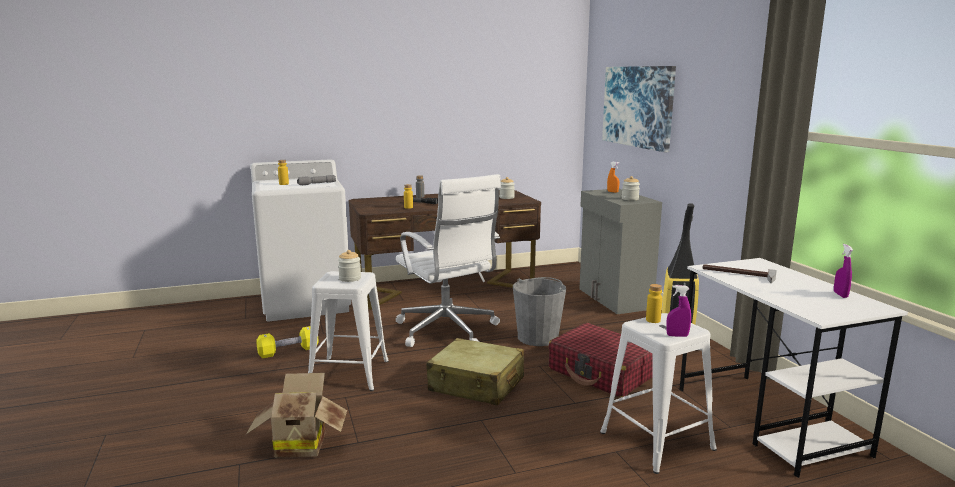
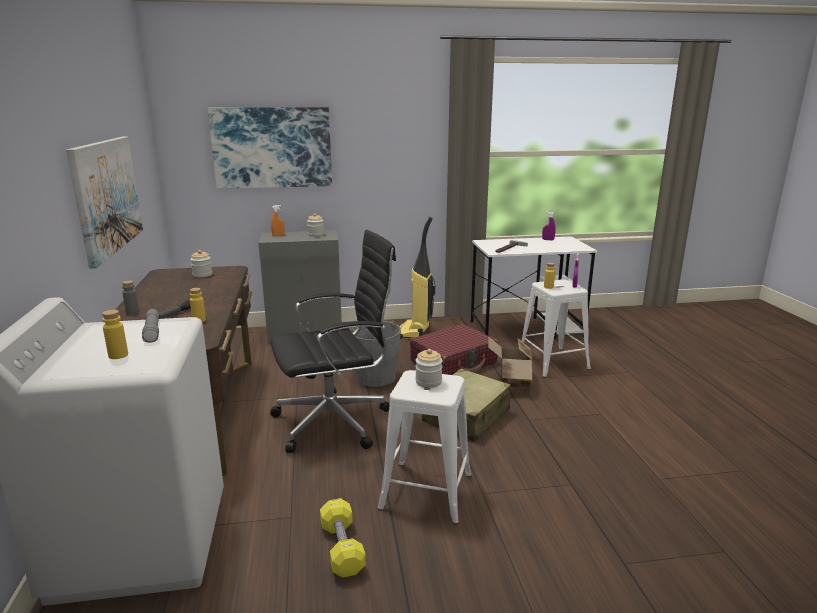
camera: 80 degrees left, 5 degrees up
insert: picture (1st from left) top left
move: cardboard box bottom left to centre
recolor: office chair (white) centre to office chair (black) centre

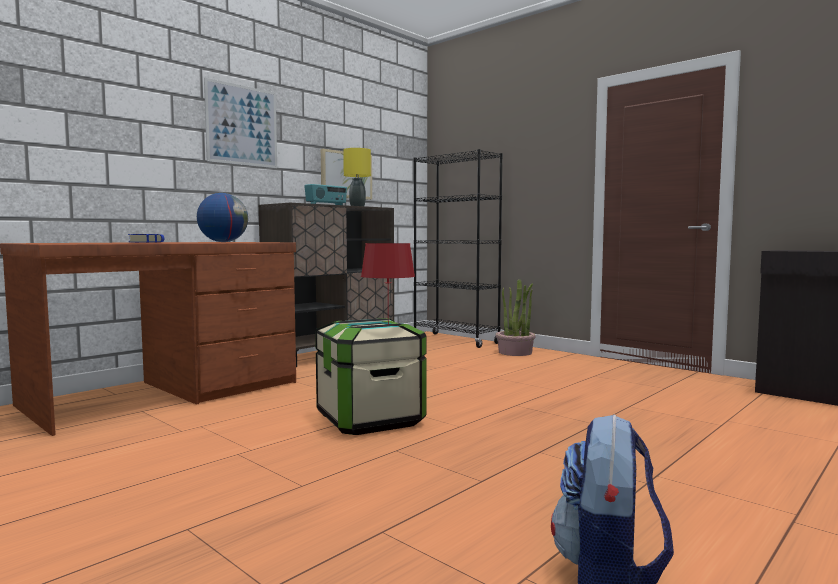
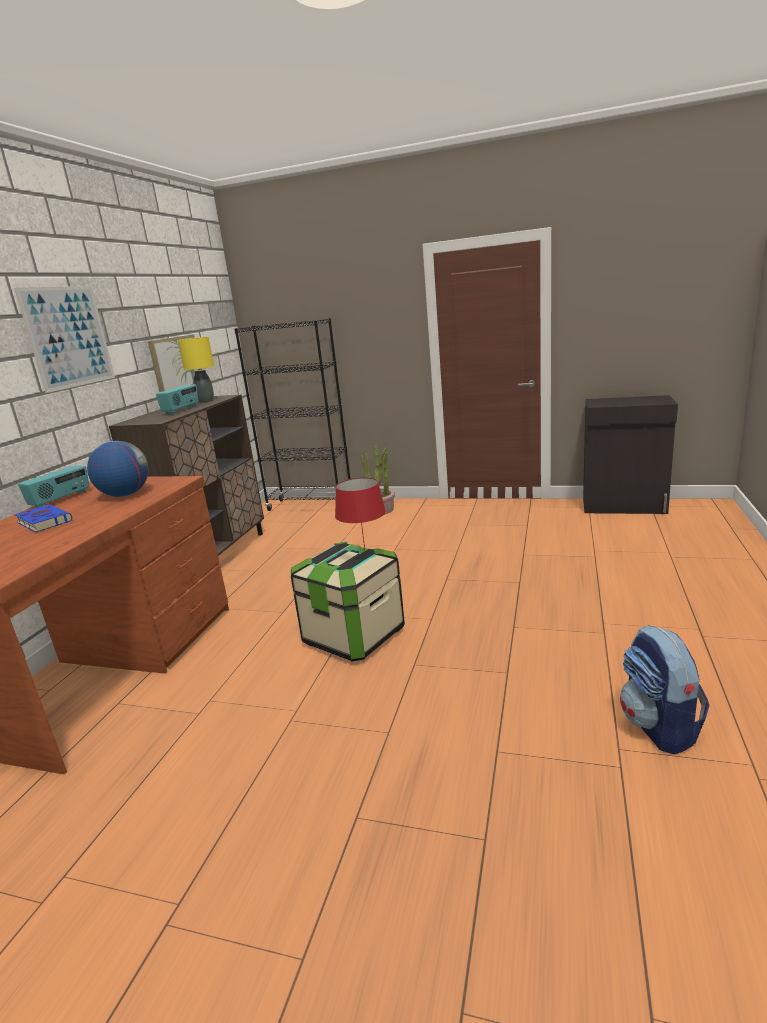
camera: 25 degrees left, 15 degrees up
insert: radio (1st from left) middle left

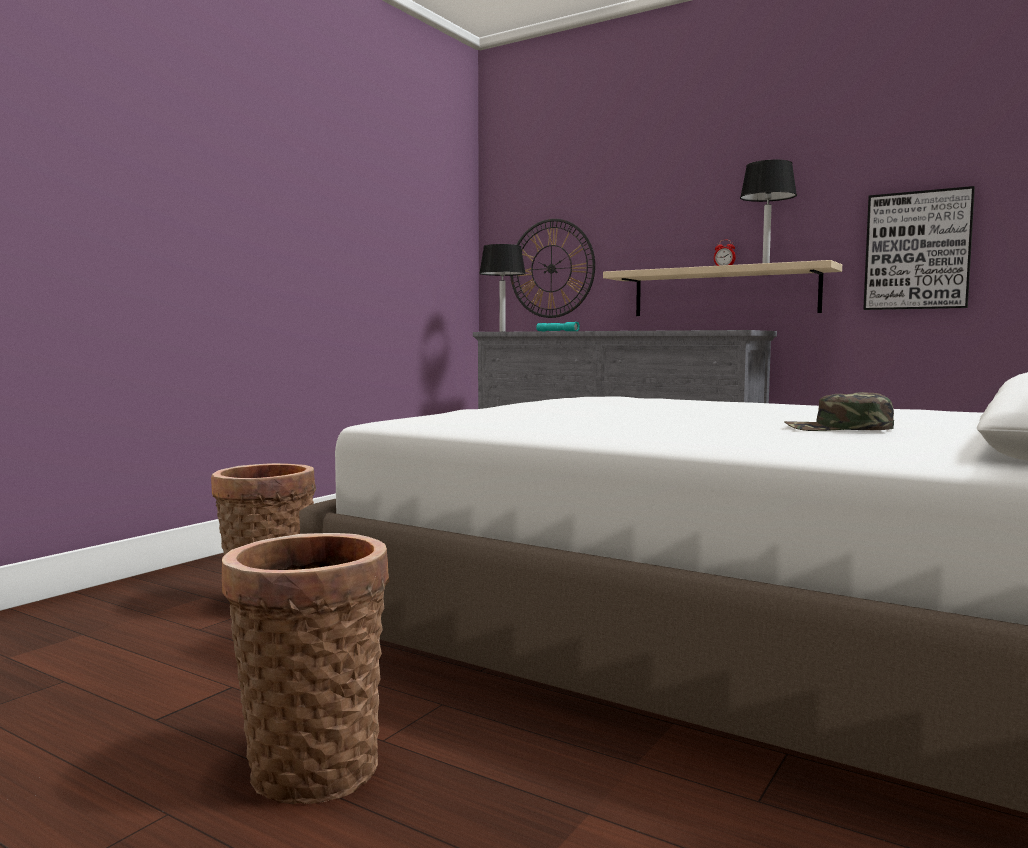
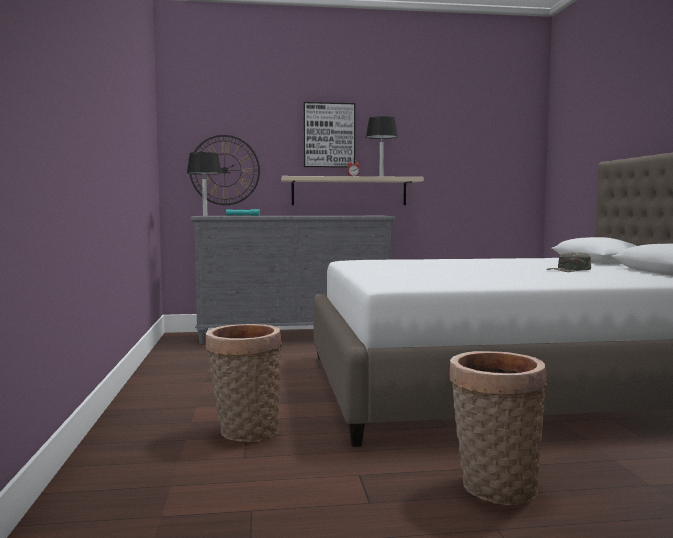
camera: 40 degrees left, 0 degrees up
move: picture top right to top centre

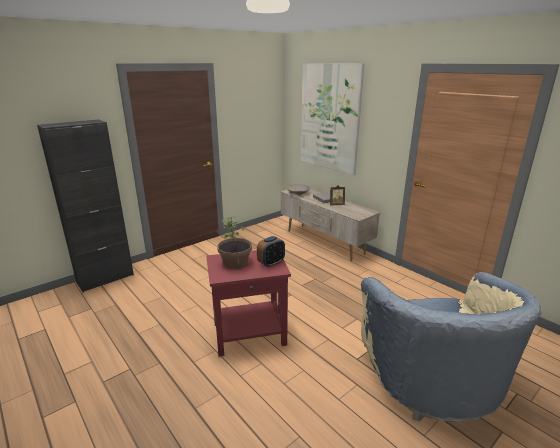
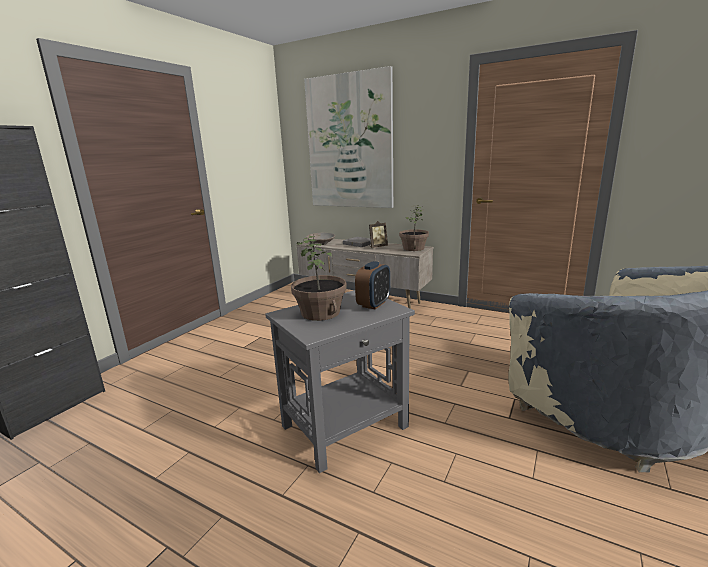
camera: 20 degrees left, 5 degrees down
insert: potted plant (2nd from left) centre
recolor: side table (red) bottom centre to side table (grey) bottom centre

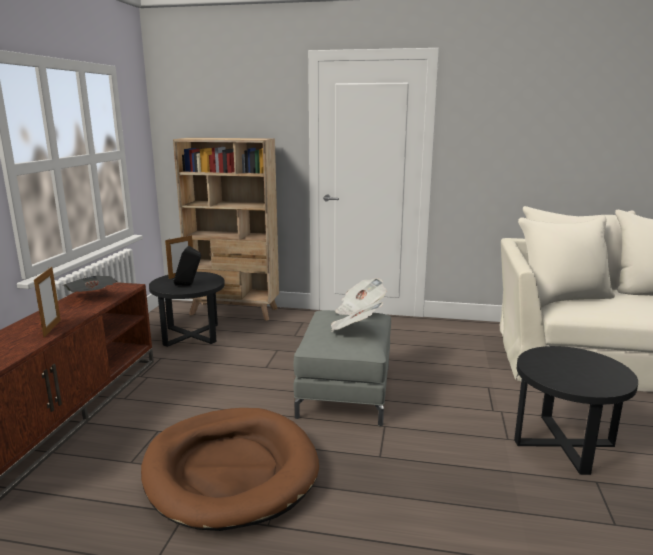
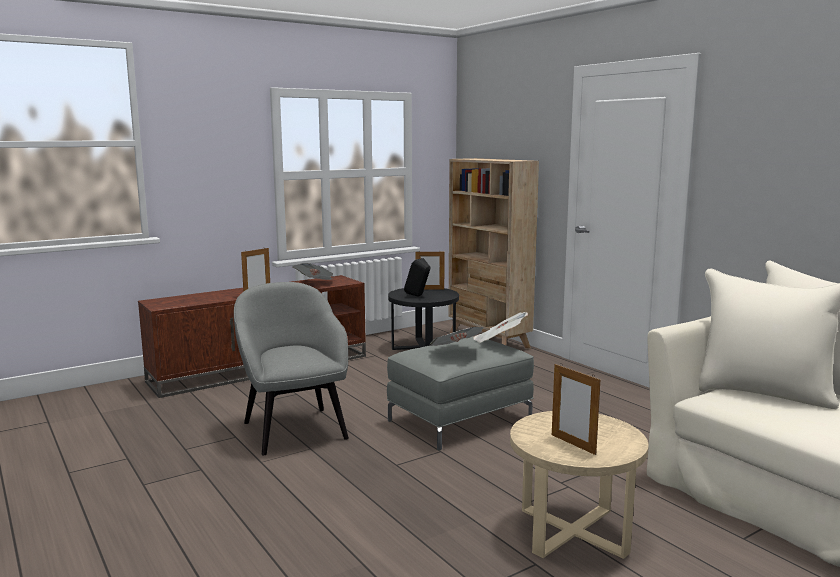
camera: 45 degrees right, 5 degrees down
insert: picture frame (3rd from left) bottom right
replace: dog bed (brown) bottom centre to armchair (grey) centre
recolor: side table (black) (2nd from left) bottom right to side table (beige) bottom right

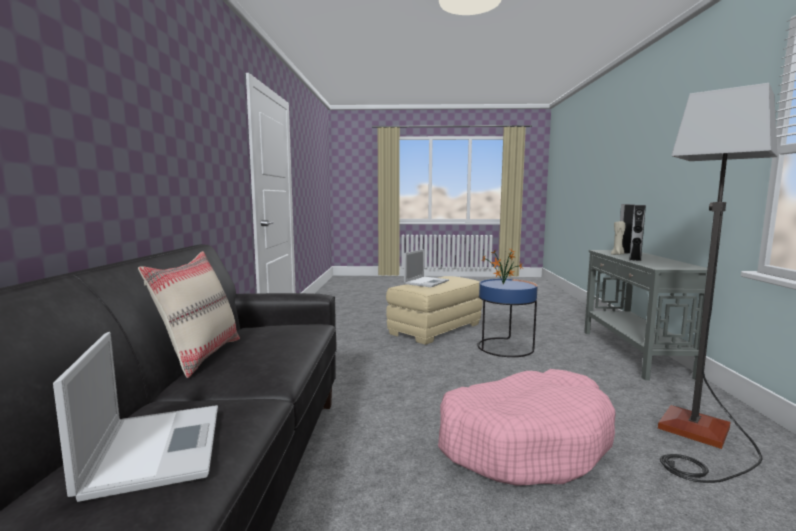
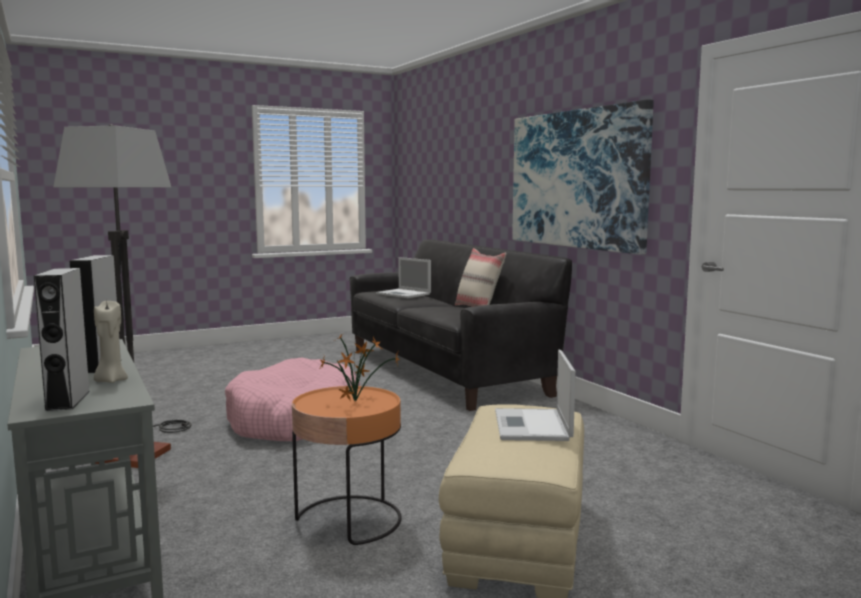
camera: 150 degrees right, 0 degrees up
insert: picture top right
recolor: side table (blue) centre to side table (orange) bottom centre

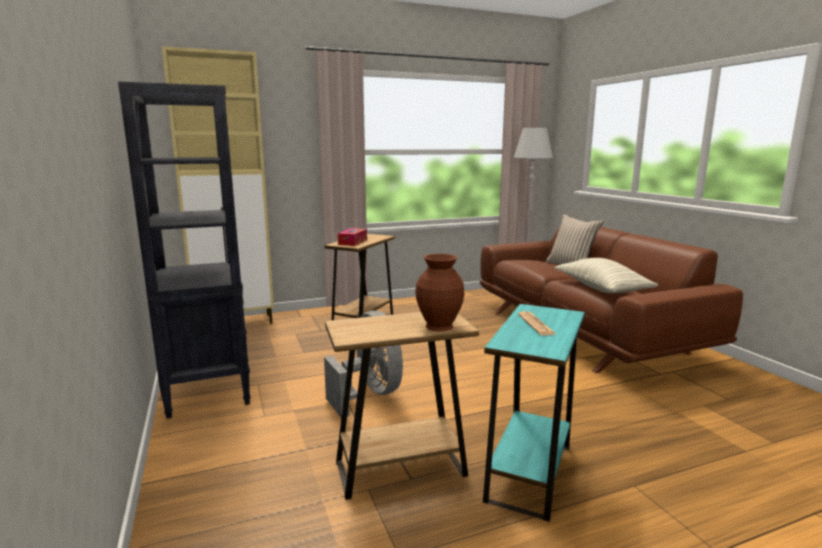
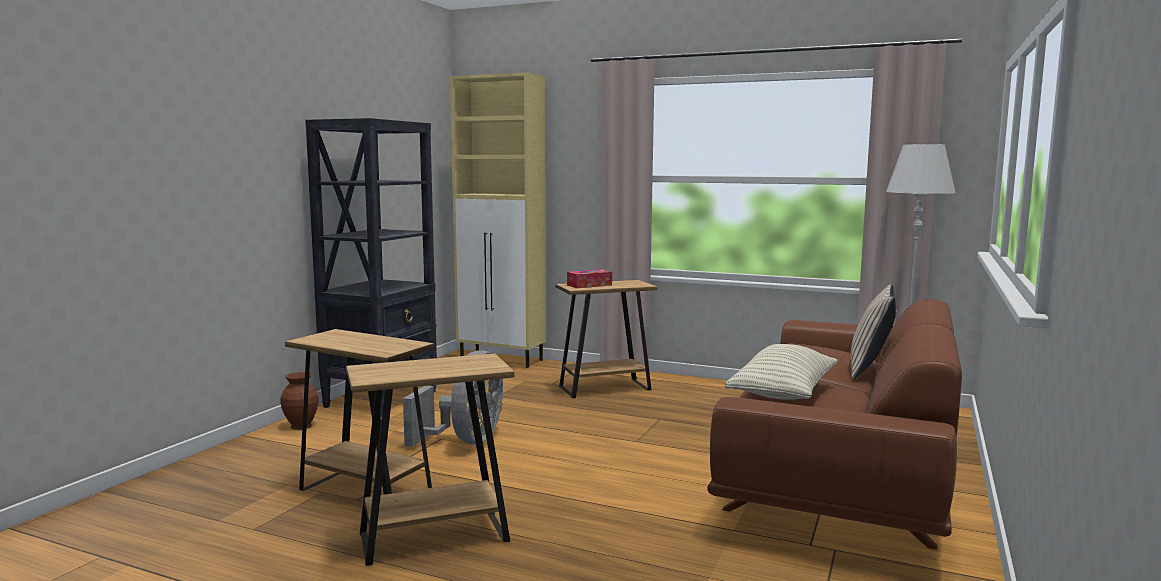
camera: 45 degrees right, 5 degrees down
delete: newspaper centre
move: vase (brown) centre to bottom left
recolor: side table (turquoise) bottom centre to side table (brown) (2nd from left) bottom centre

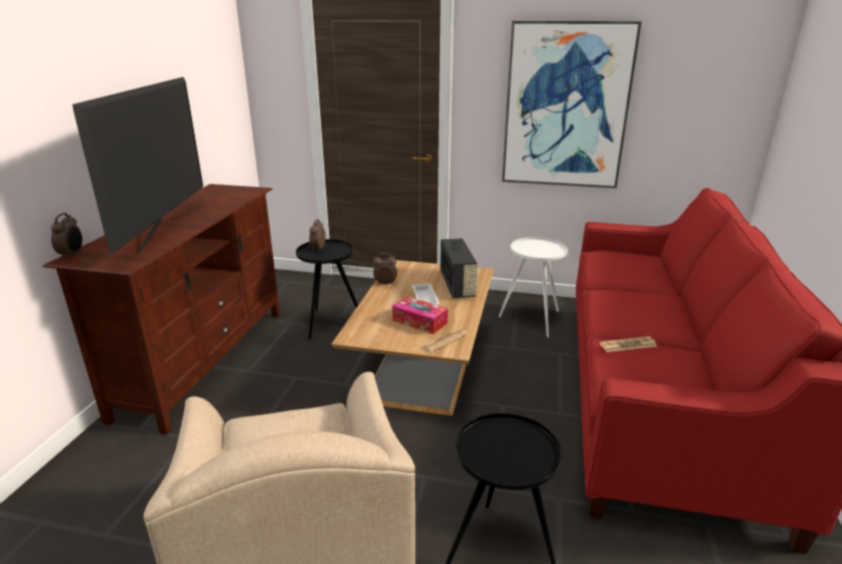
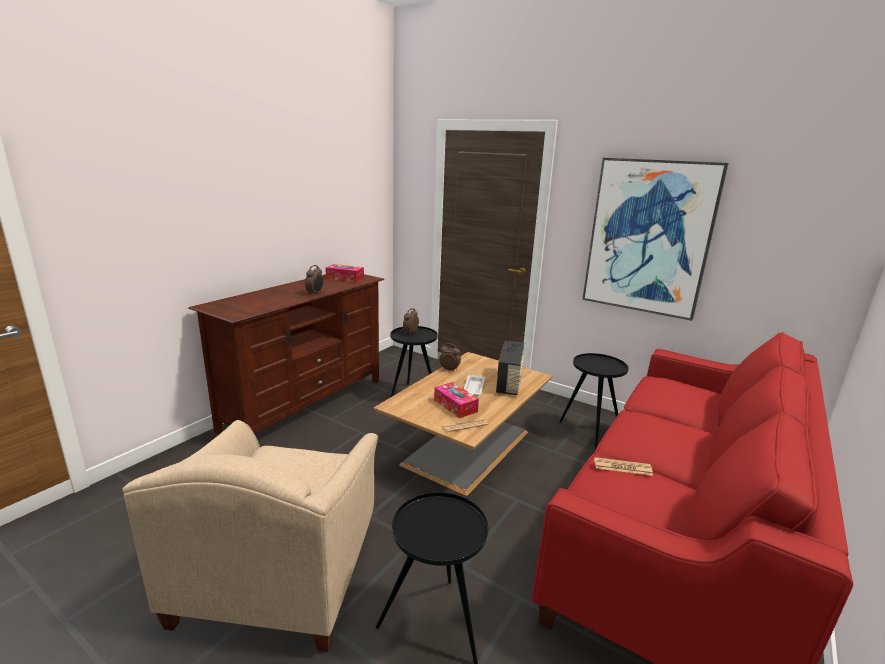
camera: 20 degrees right, 5 degrees down
delete: television top left
insert: tissue box (1st from left) centre
move: alarm clock (1st from left) middle left to centre
recolor: side table (white) centre to side table (black) (3rd from left) middle right

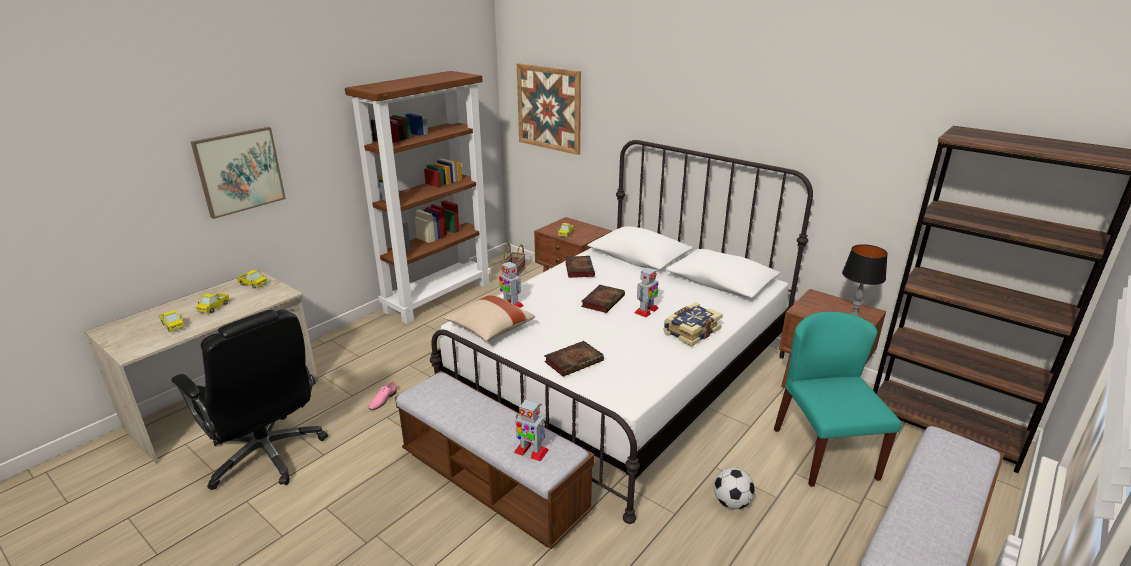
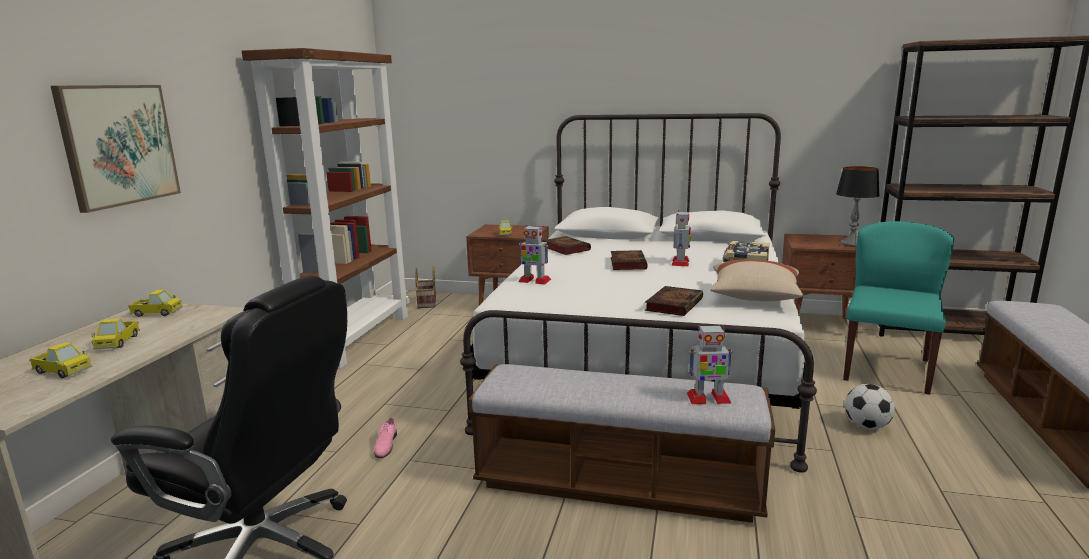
camera: 25 degrees left, 10 degrees down
delete: picture (2nd from left) top centre
move: pillow (beige) centre to middle right
rotate: chair (turquoise) bottom right = middle right 60 degrees clockwise

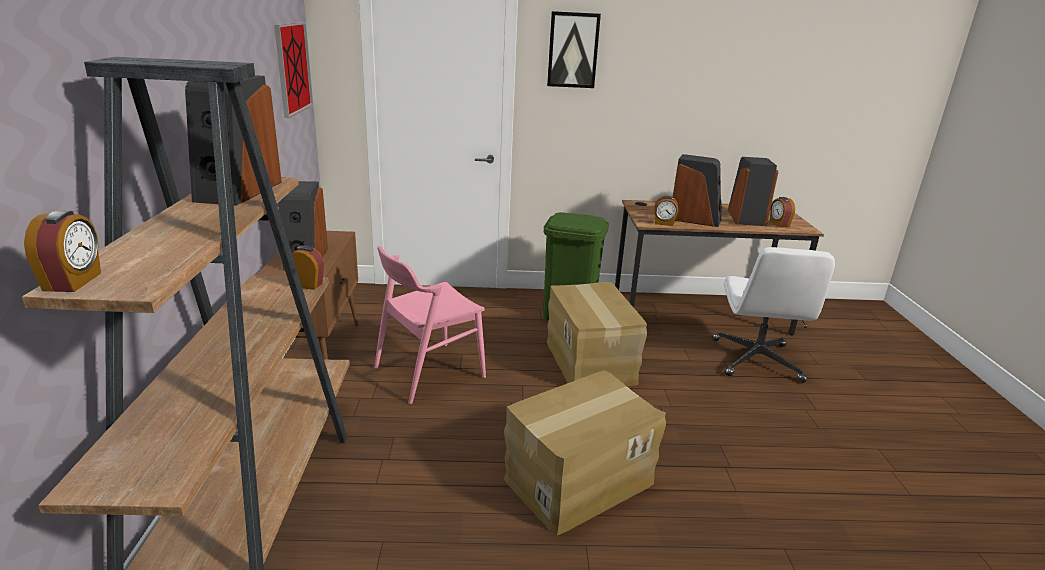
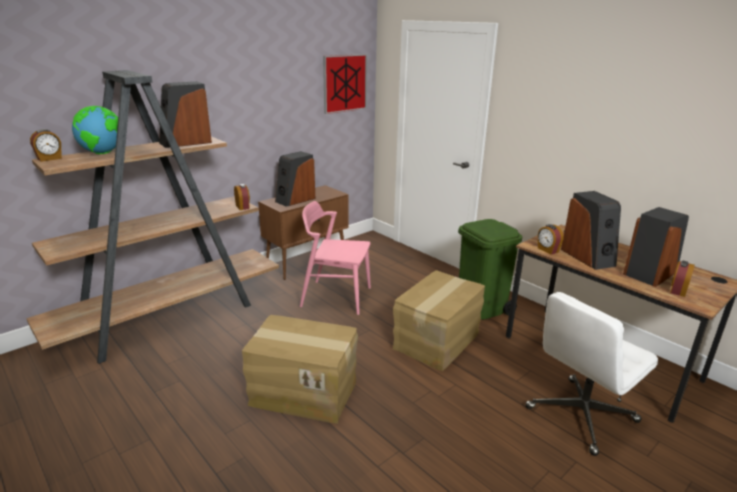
camera: 50 degrees right, 0 degrees up
delete: picture (2nd from left) top centre
insert: globe top left

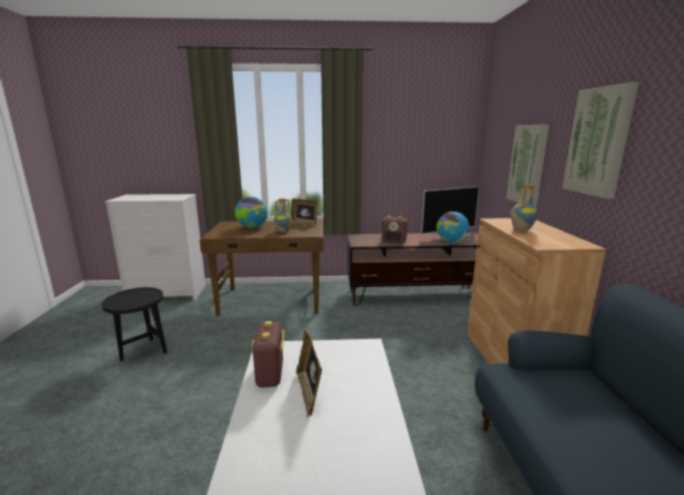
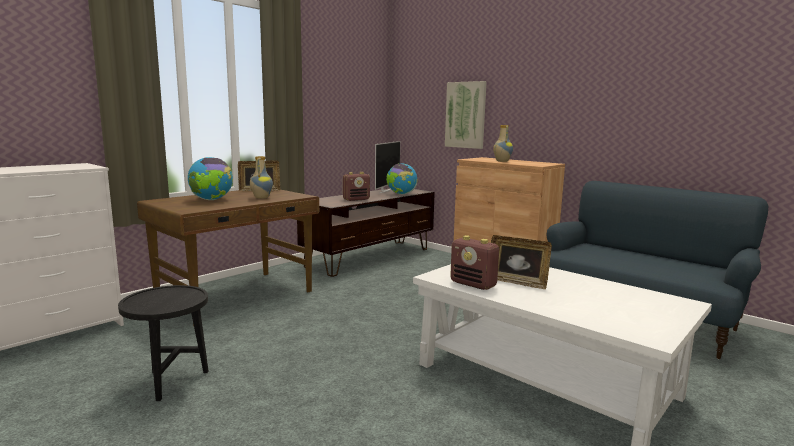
camera: 45 degrees left, 5 degrees down
delete: picture (2nd from left) top right

